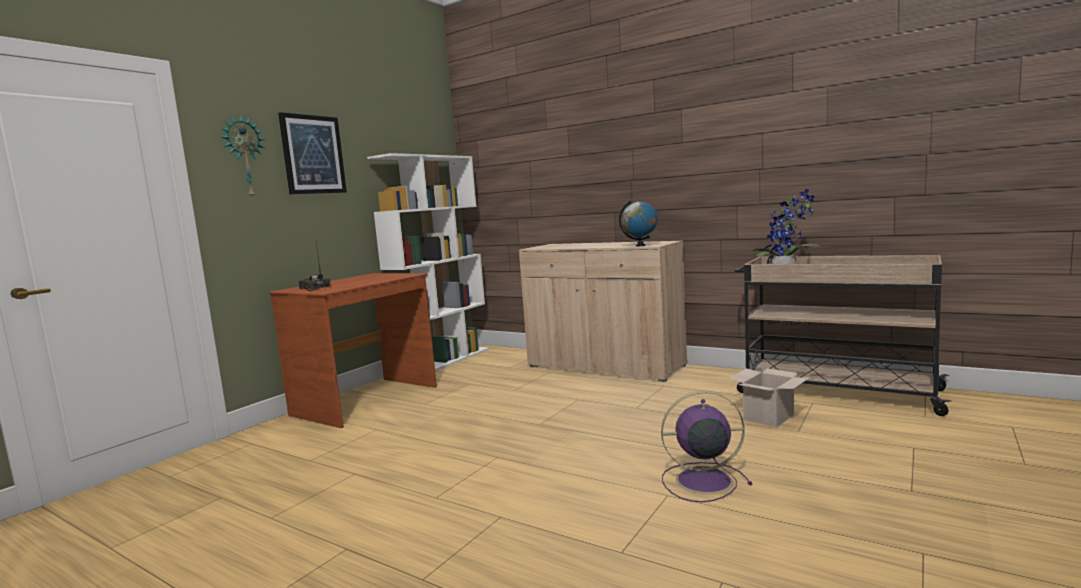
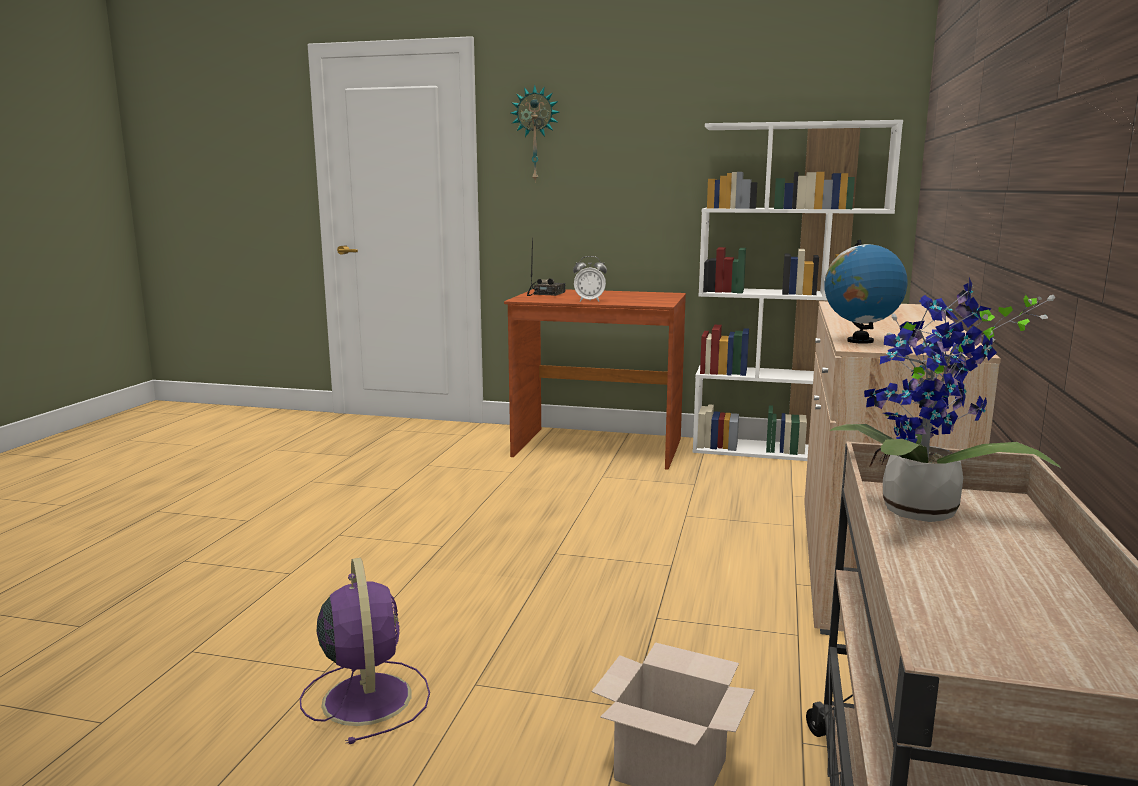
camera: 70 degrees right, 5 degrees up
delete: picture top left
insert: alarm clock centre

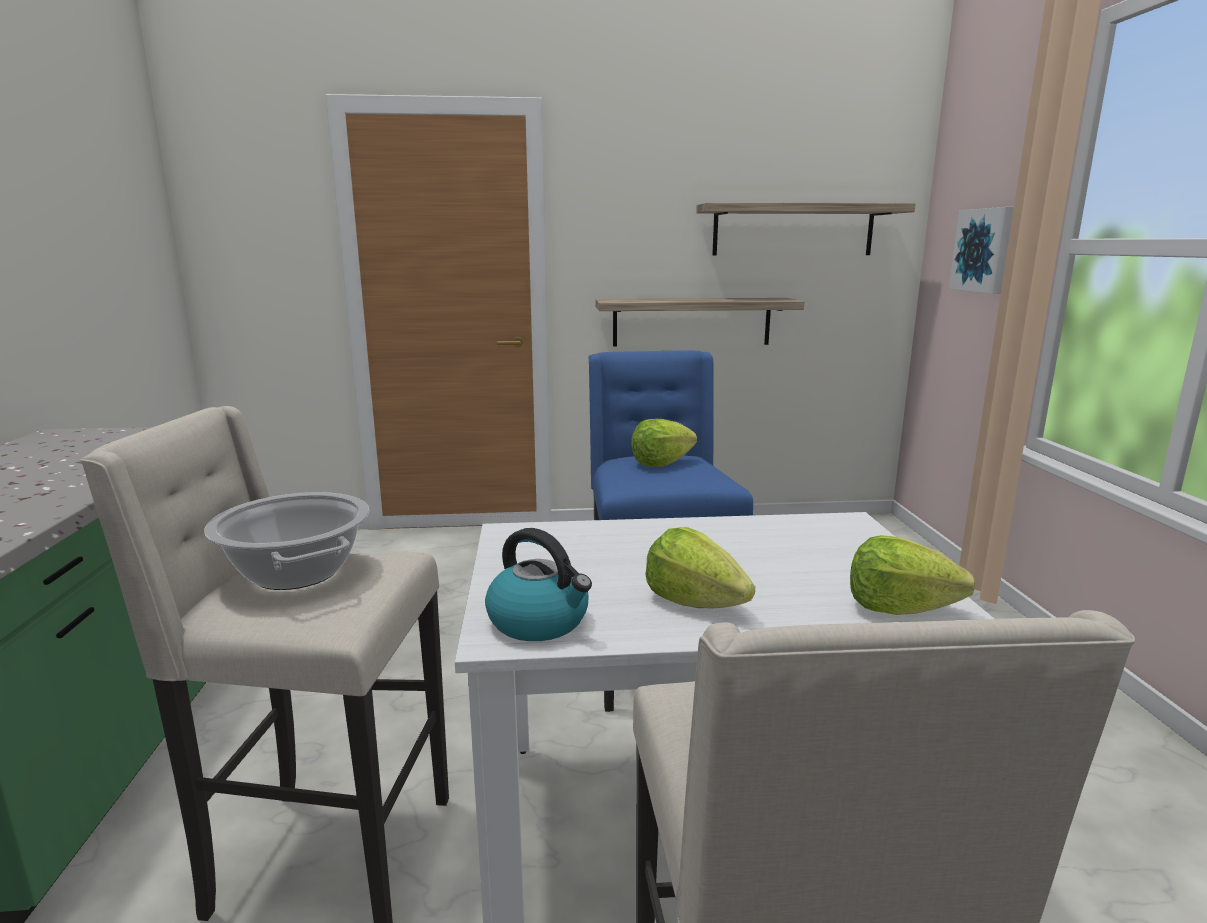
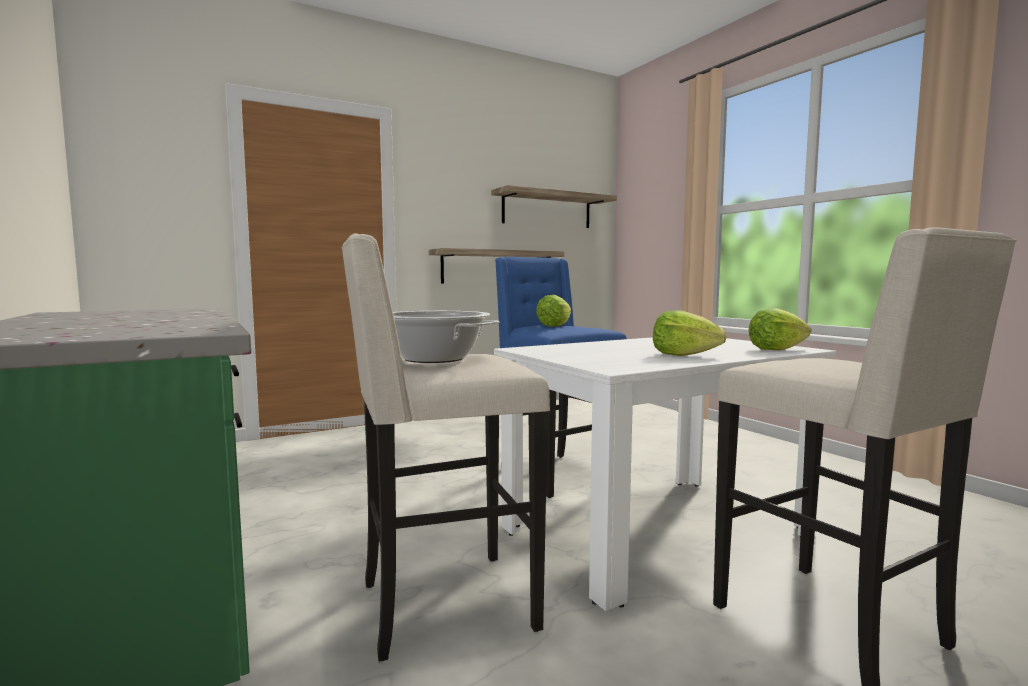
camera: 25 degrees left, 10 degrees down
delete: kettle centre; picture top right

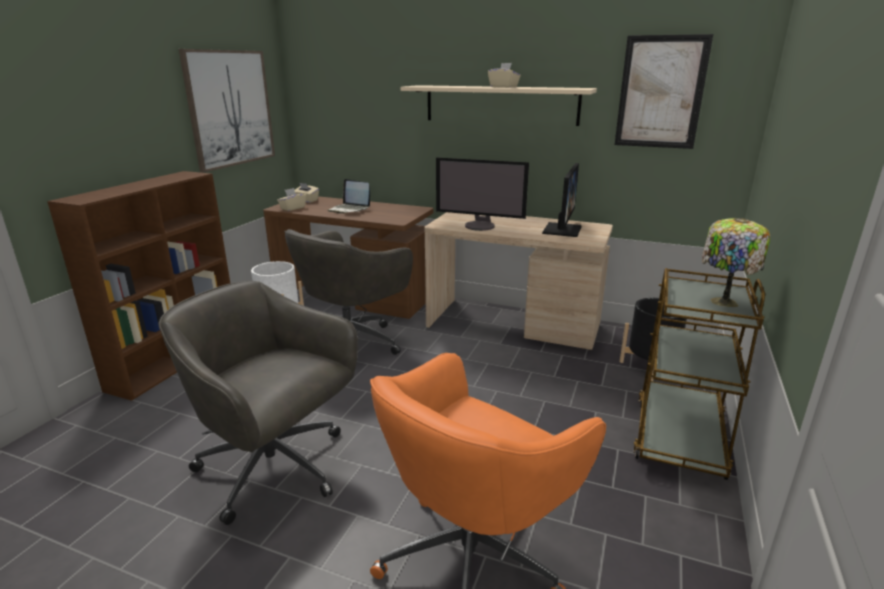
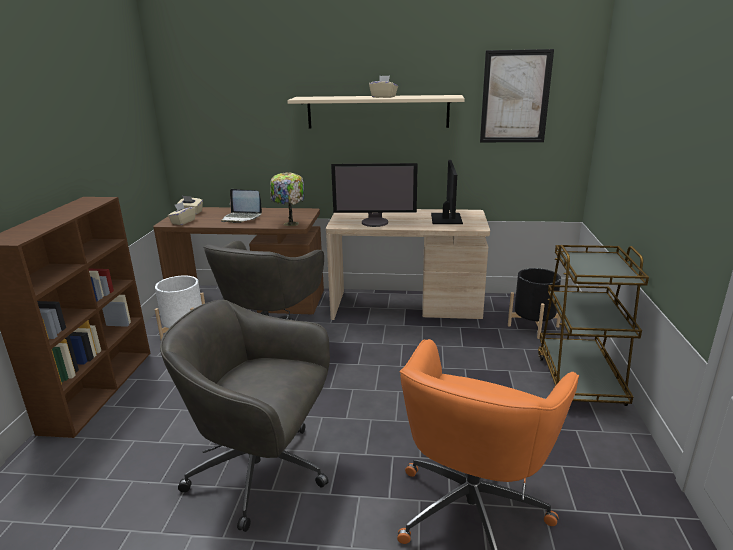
camera: 15 degrees left, 0 degrees up
delete: picture (1st from left) top left
move: table lamp middle right to centre

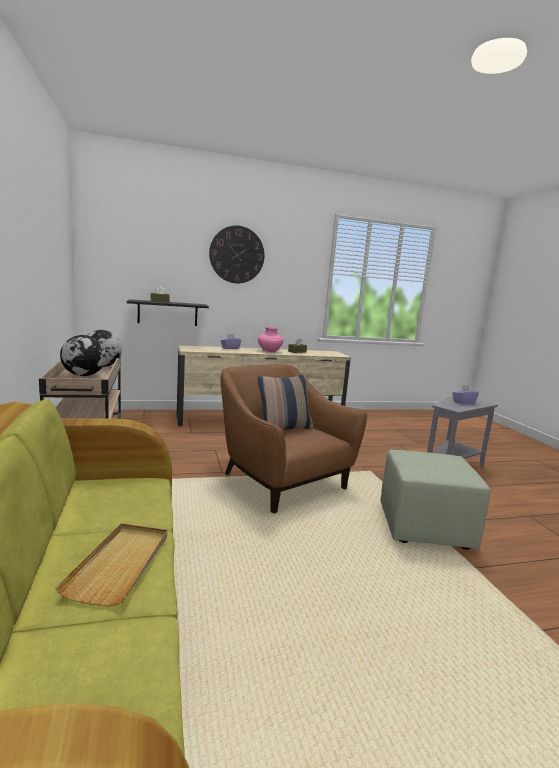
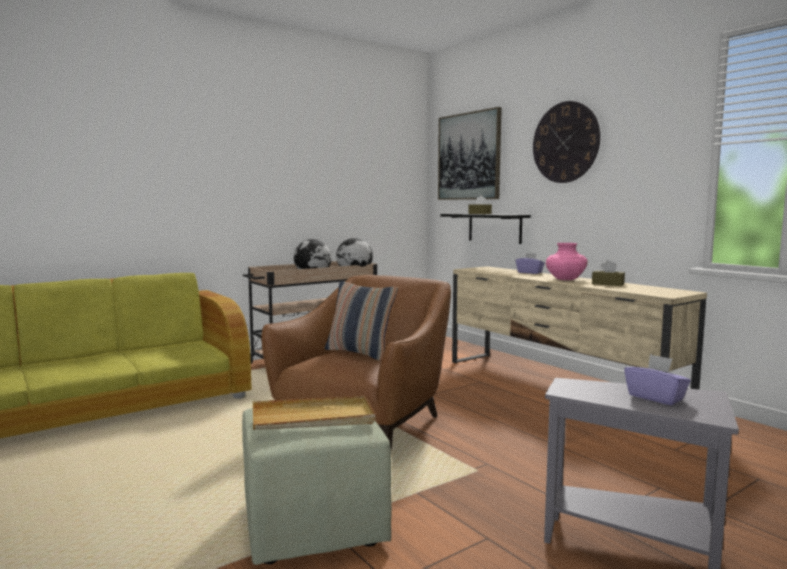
camera: 70 degrees right, 5 degrees down
insert: picture top centre
move: tray (beige) bottom left to bottom centre

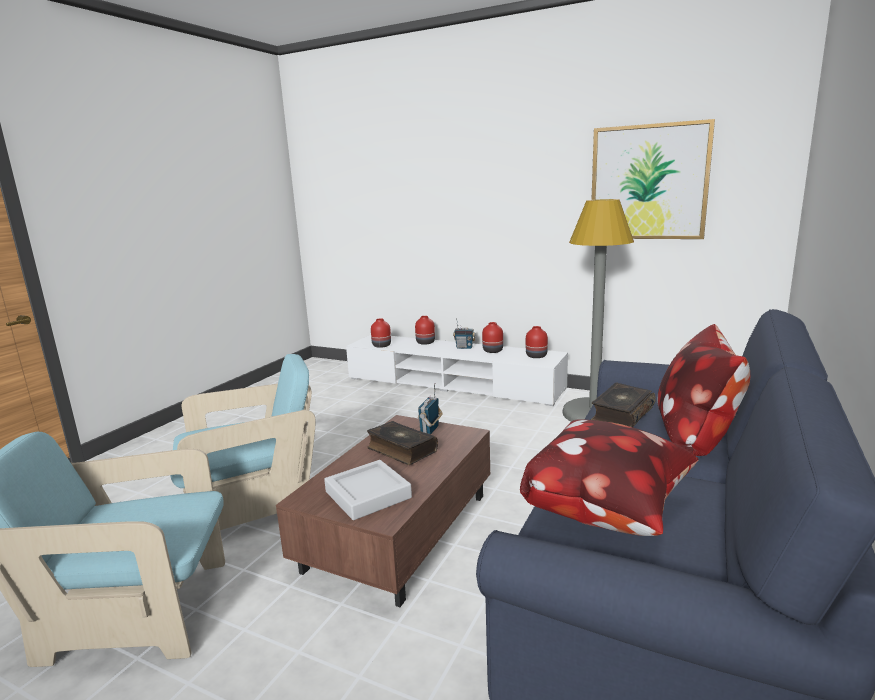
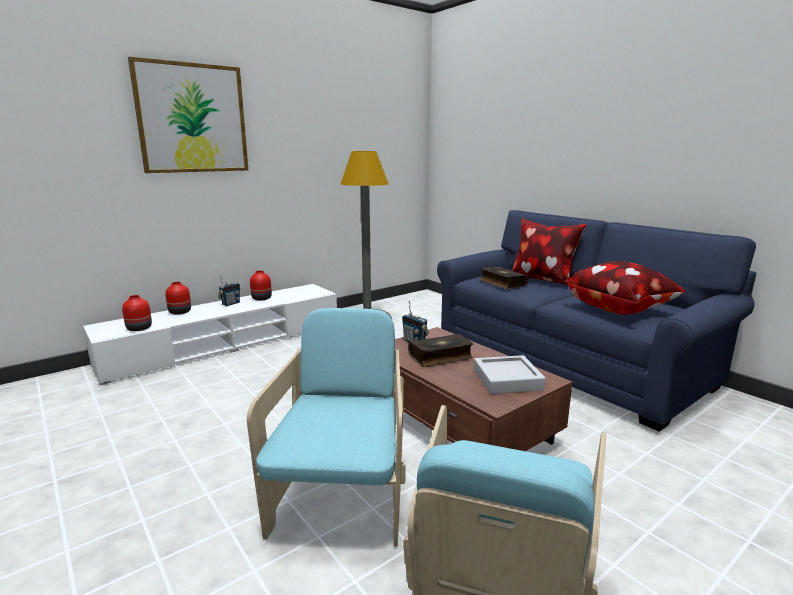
camera: 65 degrees left, 0 degrees up
delete: vase (red) (4th from left) centre
move: picture top right to top left

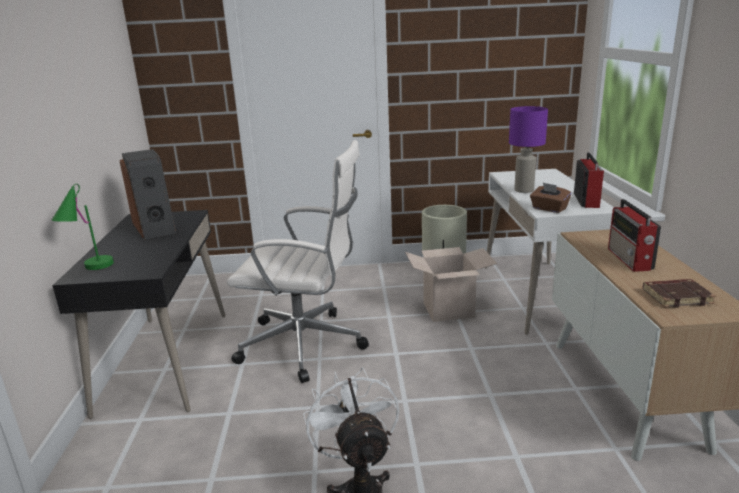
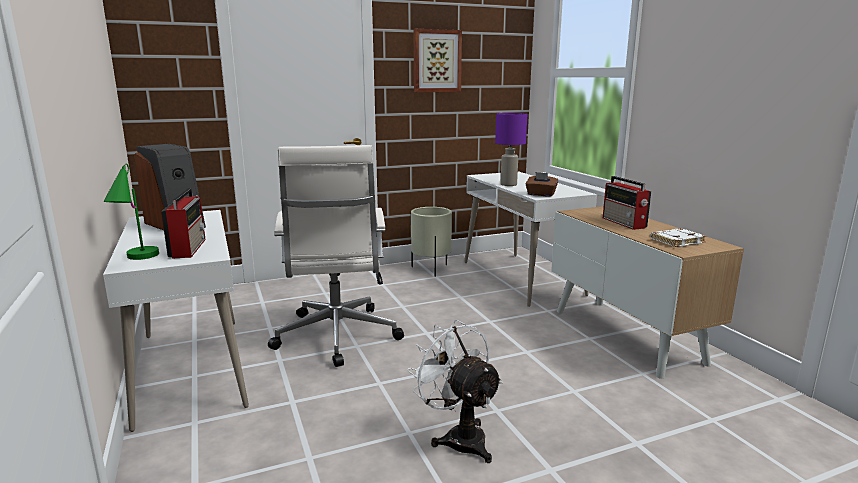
camera: 20 degrees left, 5 degrees down
delete: cardboard box centre
insert: picture top centre
move: radio (1st from left) middle right to middle left
recolor: desk (black) middle left to desk (white) (1st from left) middle left; book (brown) middle right to book (white) middle right
rotate: office chair (white) centre = centre 90 degrees clockwise

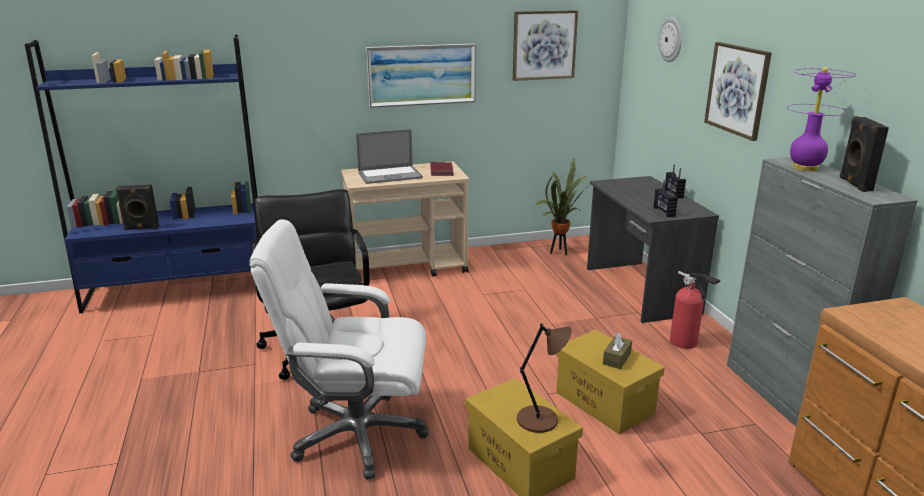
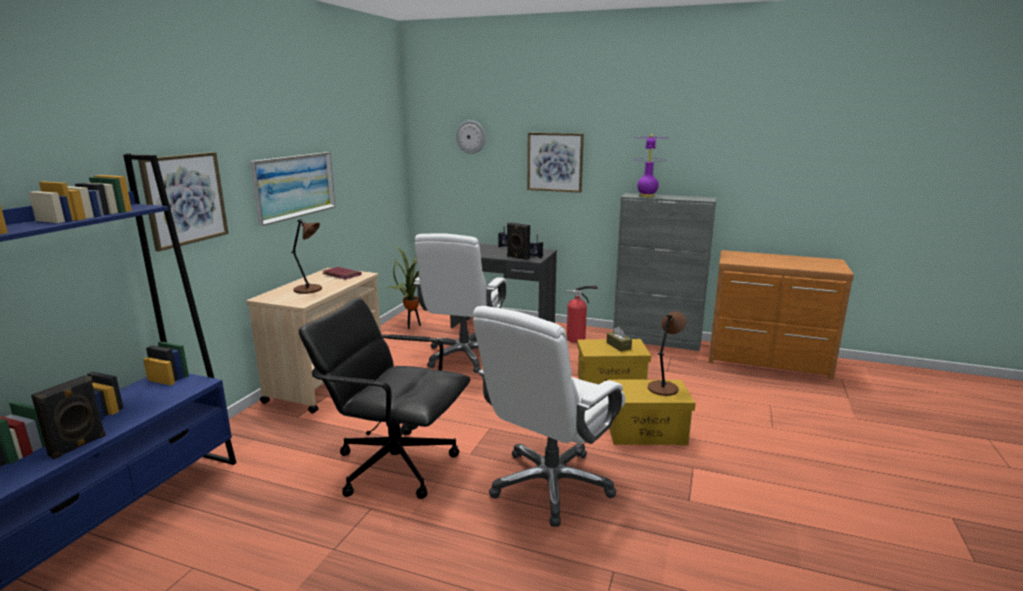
camera: 55 degrees left, 5 degrees down
insert: office chair (white) (1st from left) centre
move: picture (2nd from left in the first image) top centre to picture (1st from left) middle left; speaker (black) (2nd from left) top right to centre
replace: laptop top centre to table lamp (brown) (1st from left) middle left

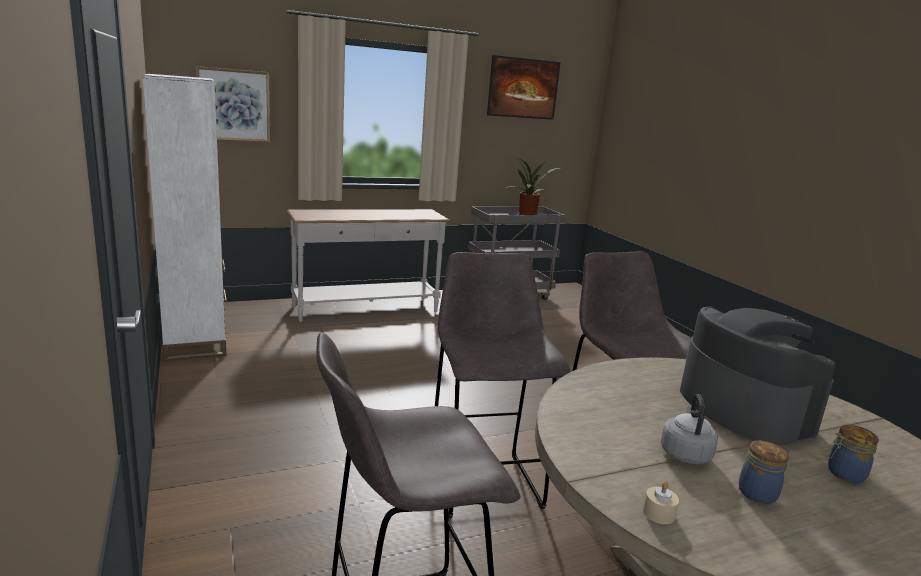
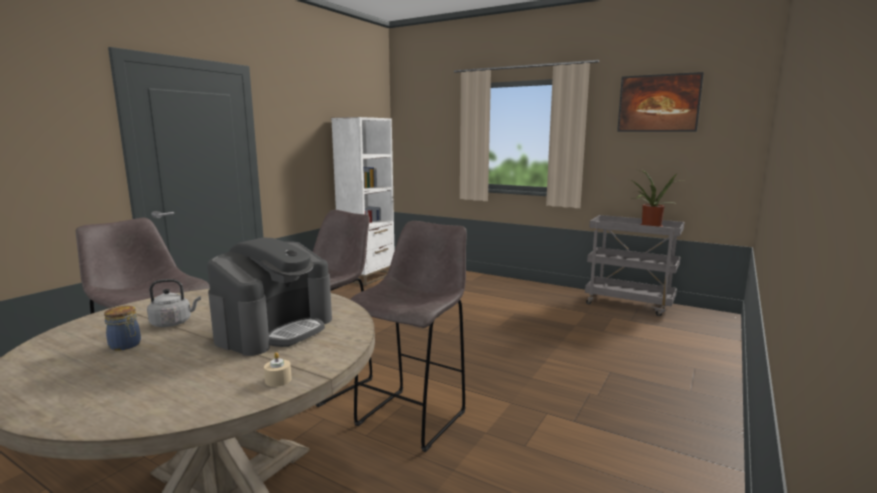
camera: 55 degrees right, 5 degrees down
delete: picture (1st from left) top left; console table (white) centre; jar (2nd from left) bottom right
move: candle (beige) bottom right to bottom left

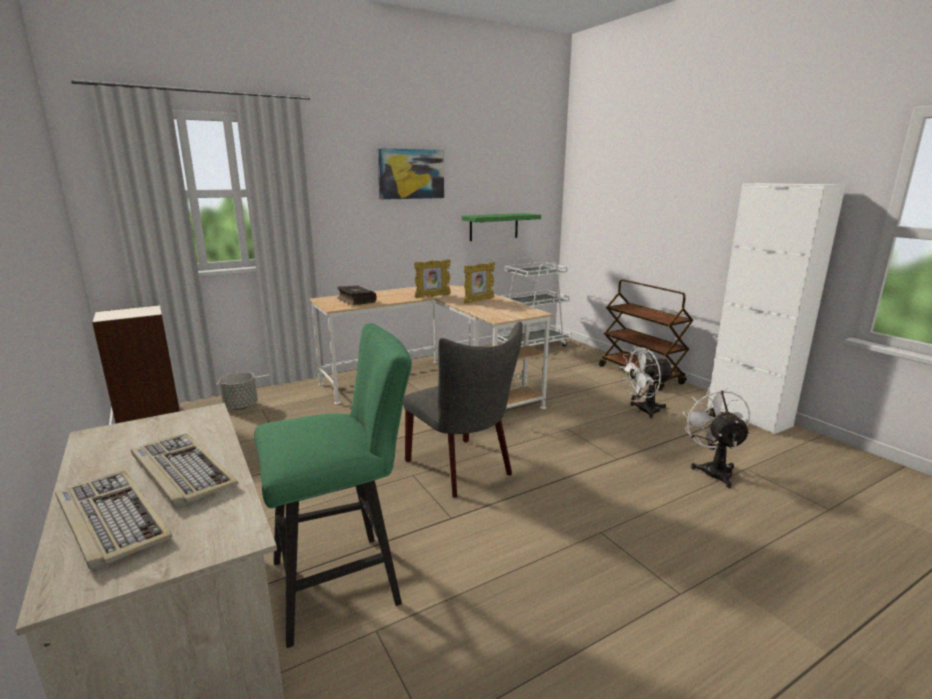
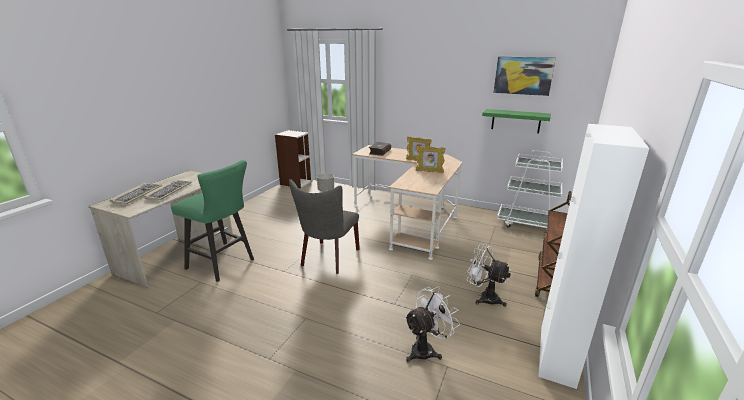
camera: 55 degrees right, 5 degrees up
move: picture top centre to top right

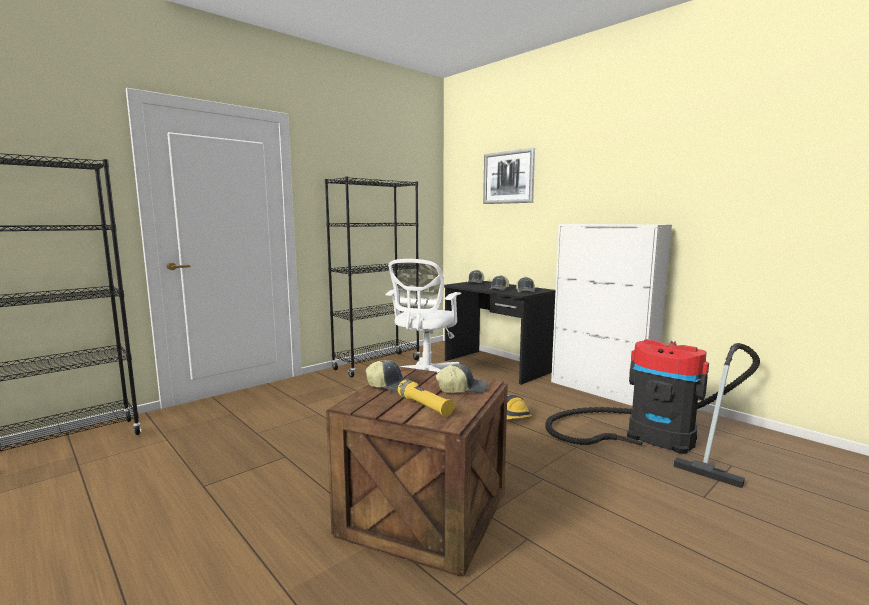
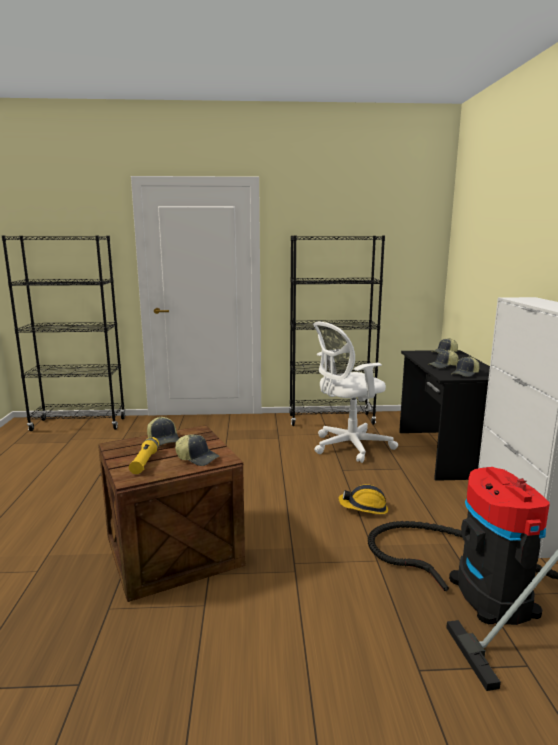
camera: 40 degrees right, 5 degrees up
delete: picture top centre

